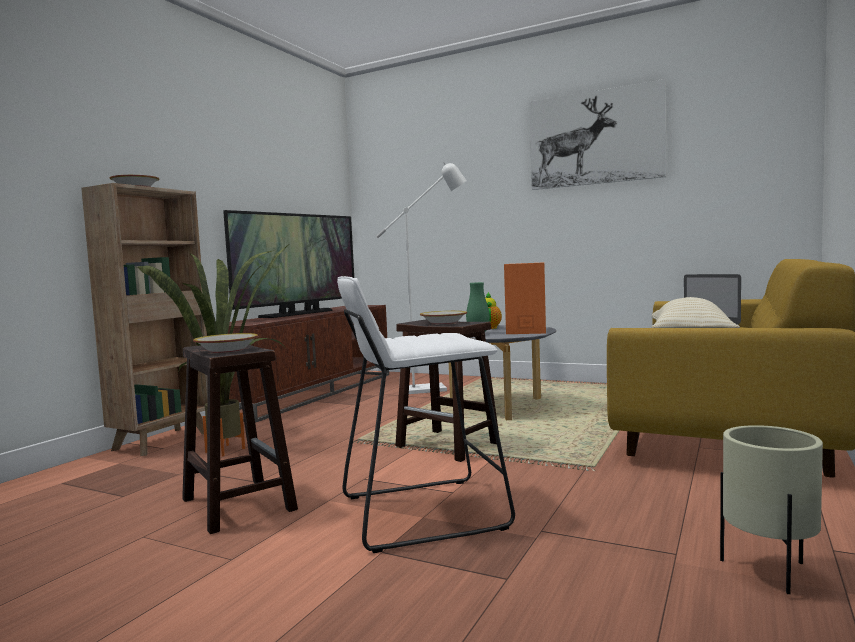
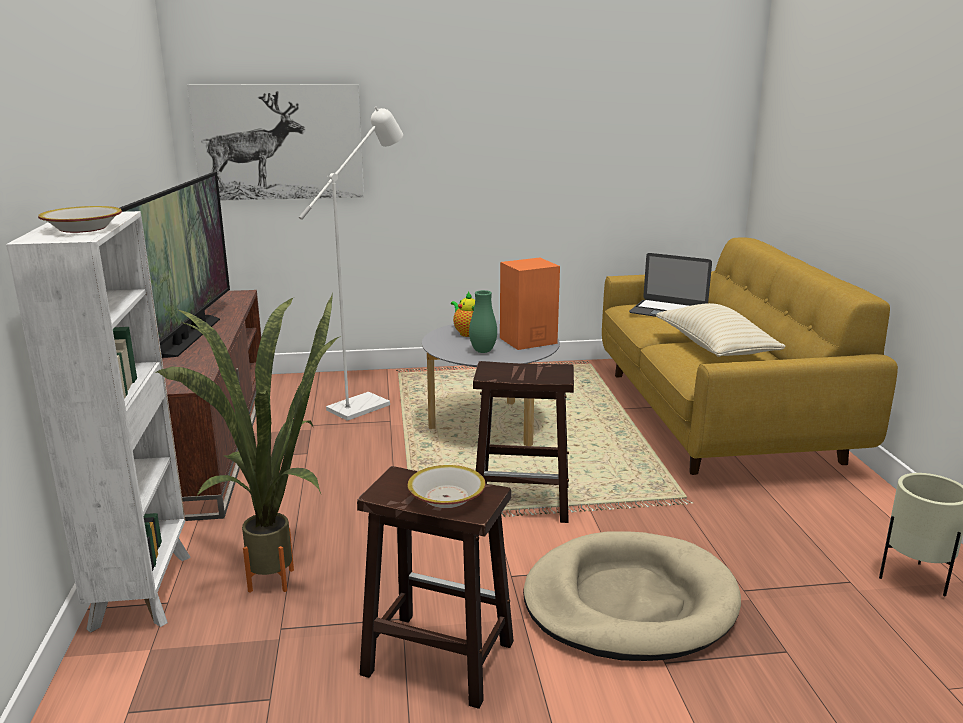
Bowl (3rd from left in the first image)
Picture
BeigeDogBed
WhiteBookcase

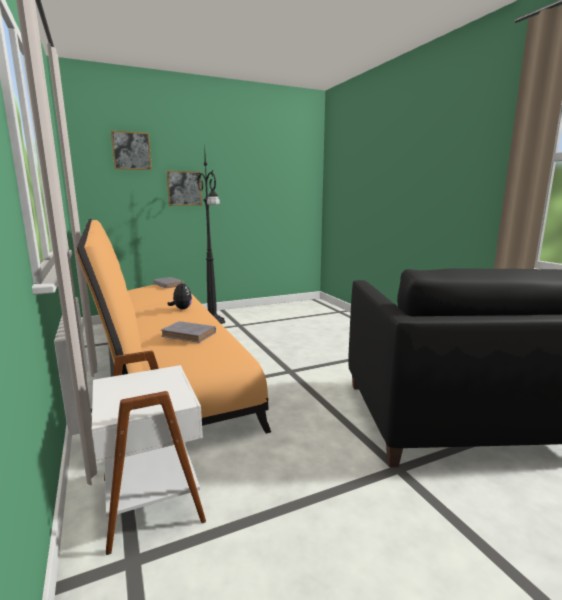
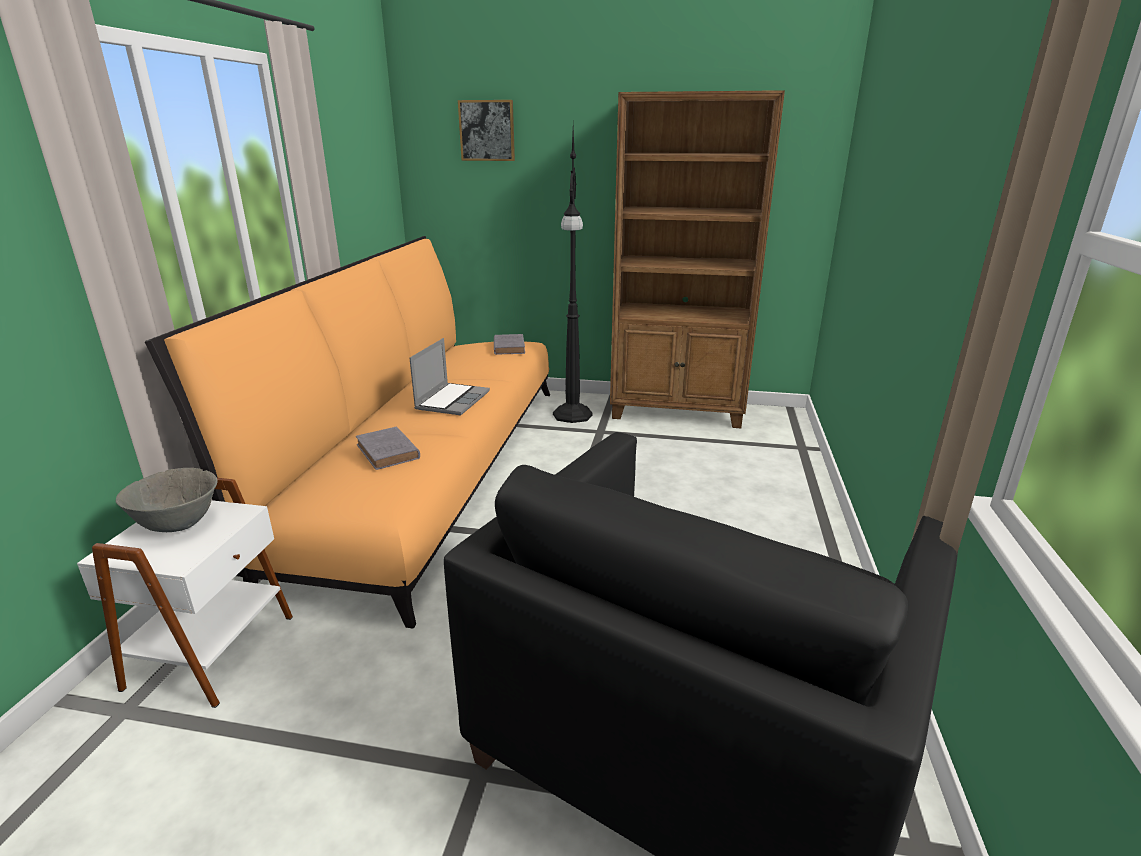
Picture (2nd from left in the first image)
GreyBowl
BrownBookcase
Laptop

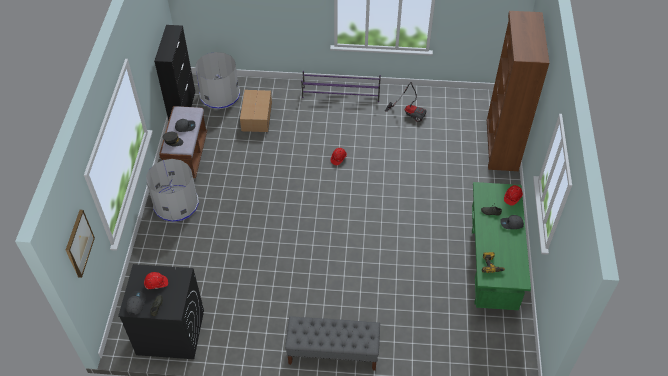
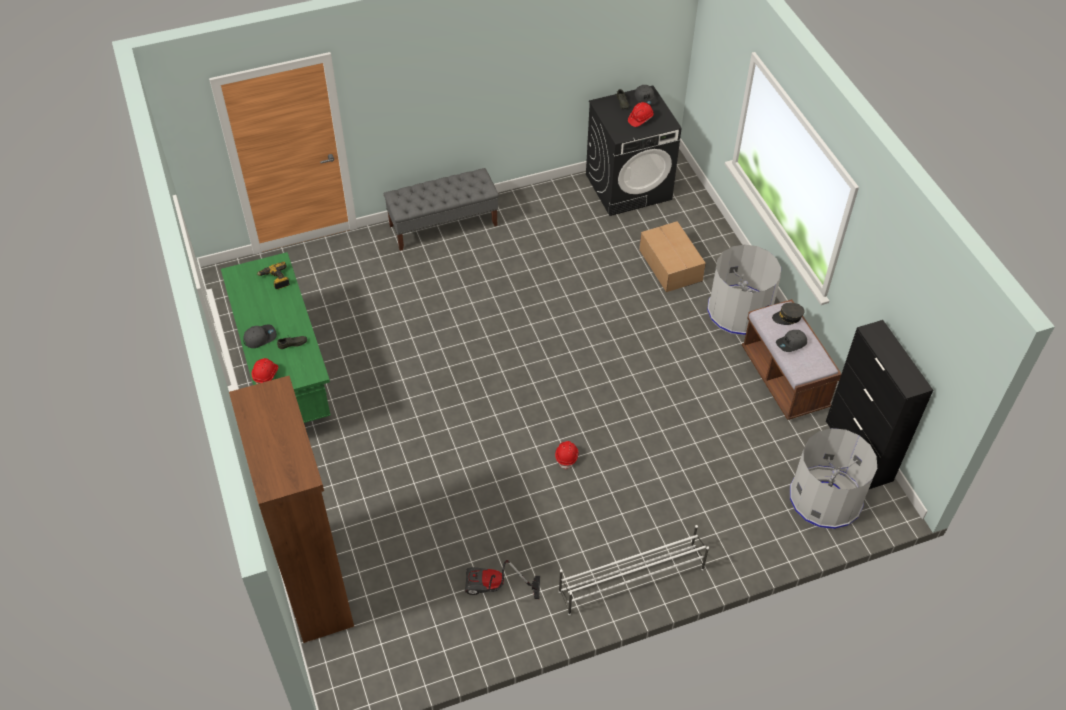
Picture
CardboardBox
WhiteShoeRack

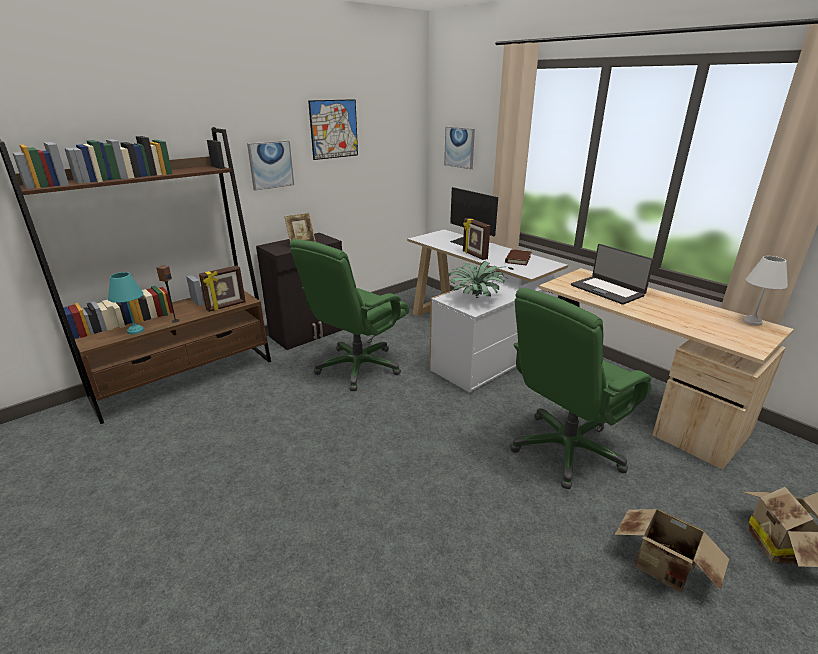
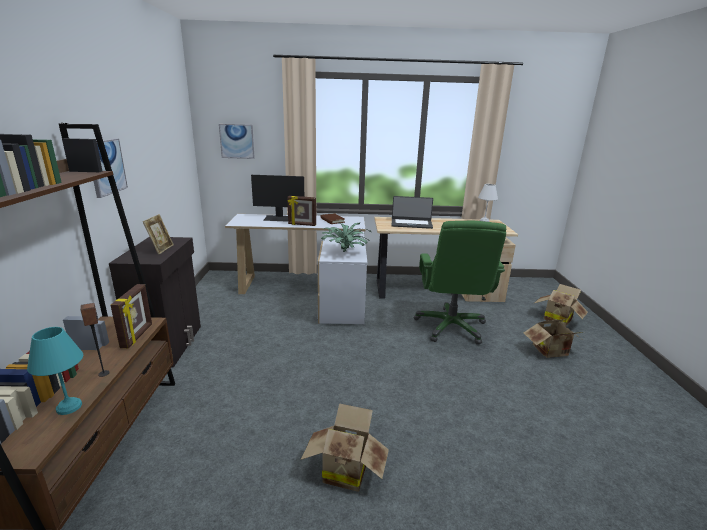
GreenOfficeChair (1st from left in the first image)
Picture (2nd from left in the first image)
CardboardBox (1st from left)

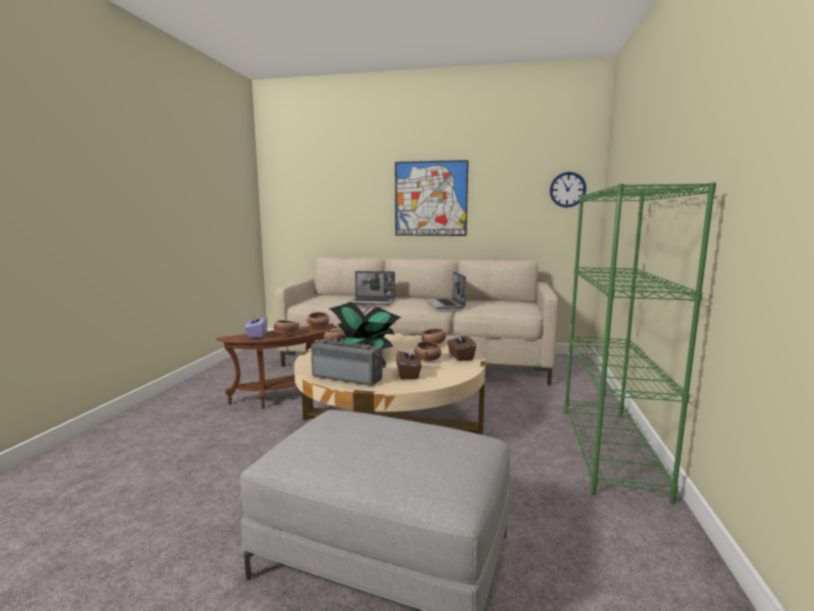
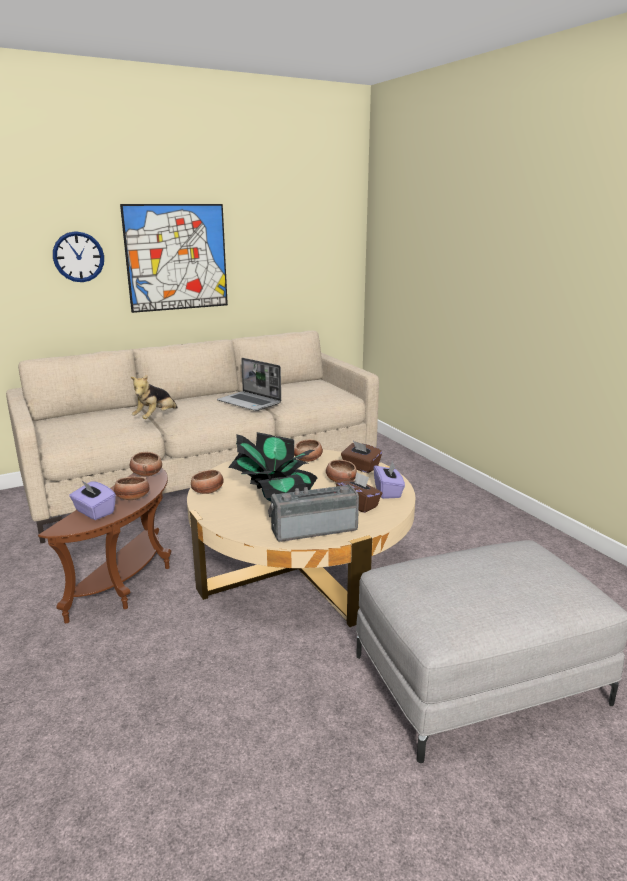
GreenBookcase
PurpleTissueBox (2nd from left)
WallClock
PlushToy

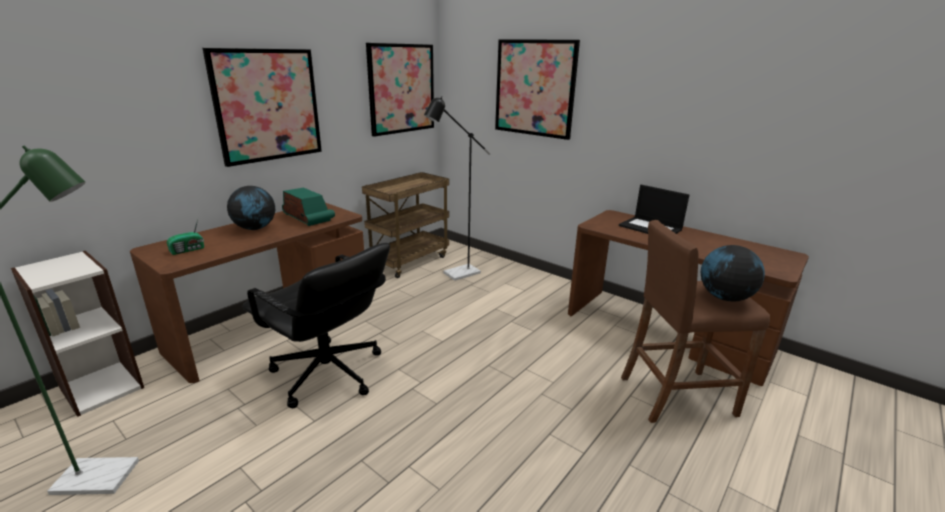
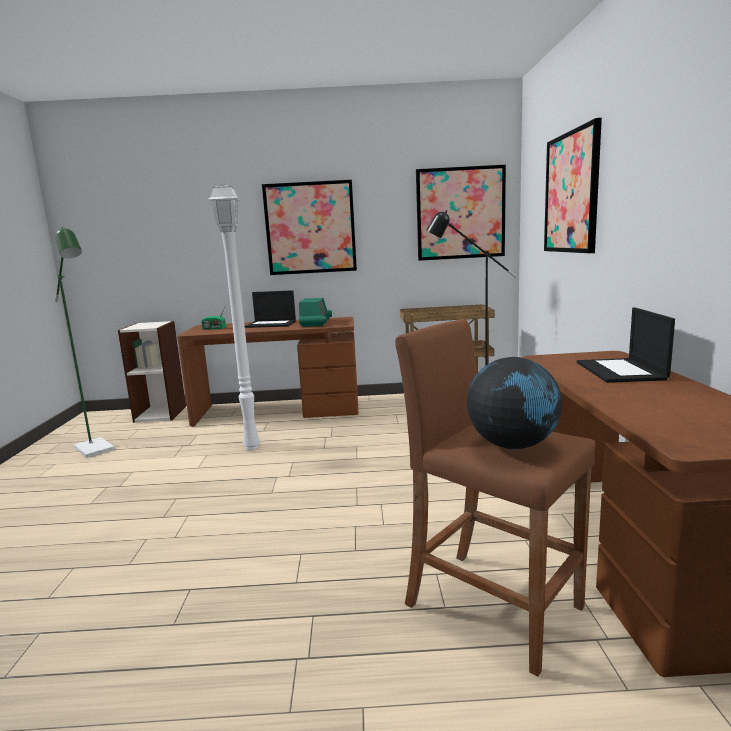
Laptop (1st from left)
WhiteFloorLamp

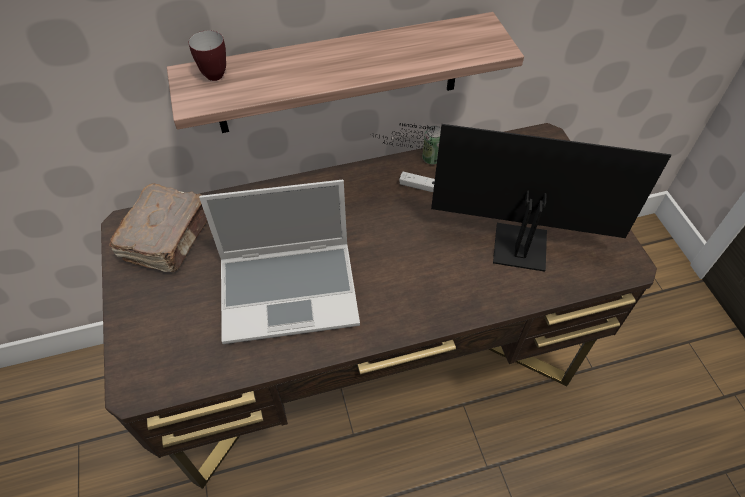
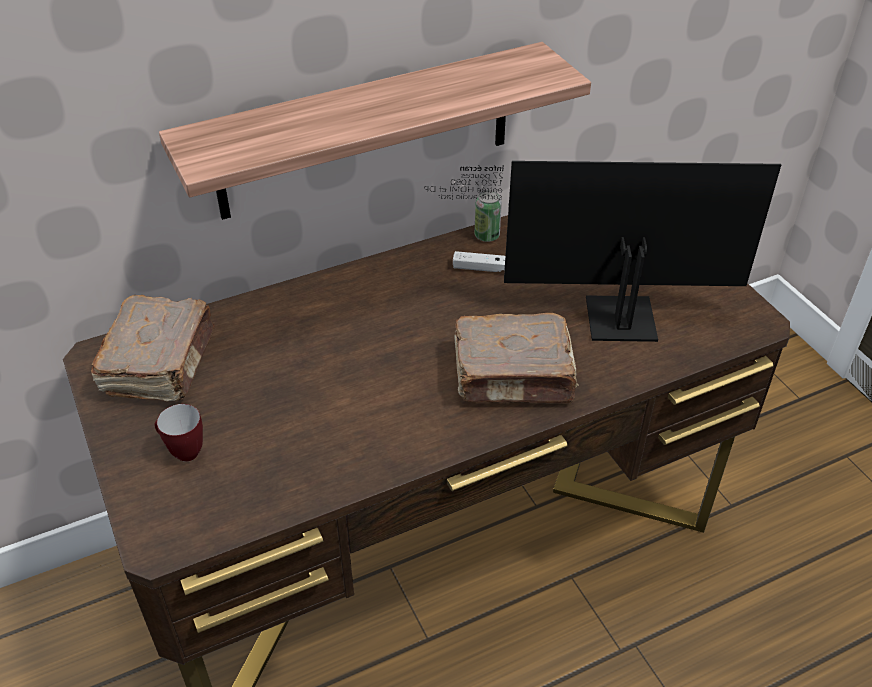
Laptop
BrownBook (2nd from left)
Mug

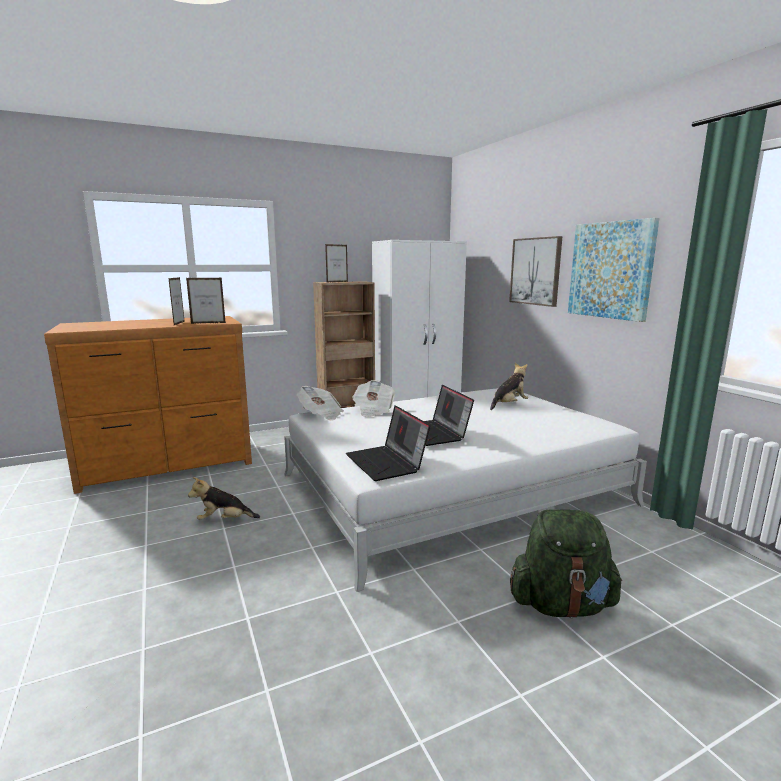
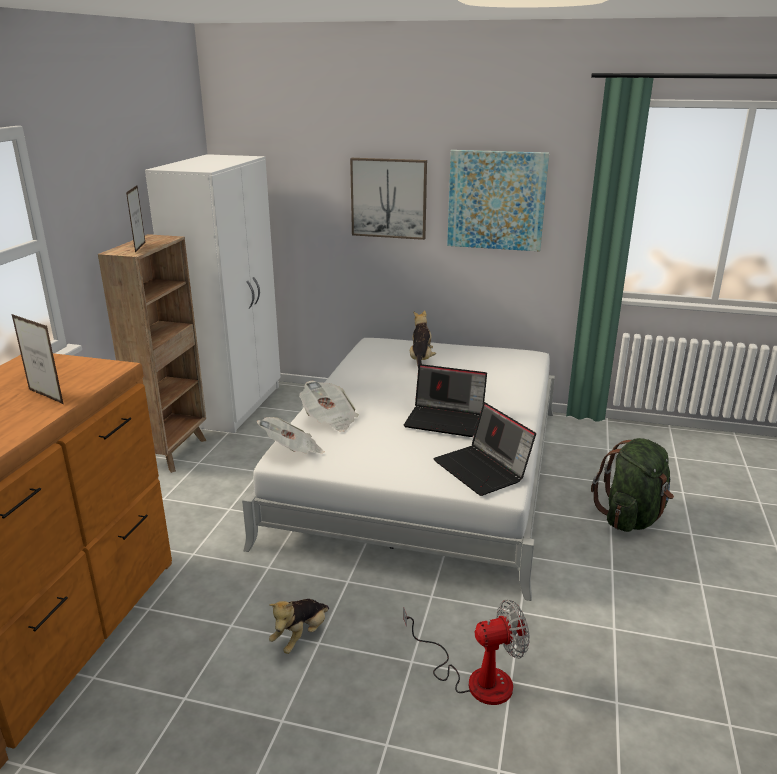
PictureFrame (2nd from left in the first image)
Fan
Laptop (2nd from left)

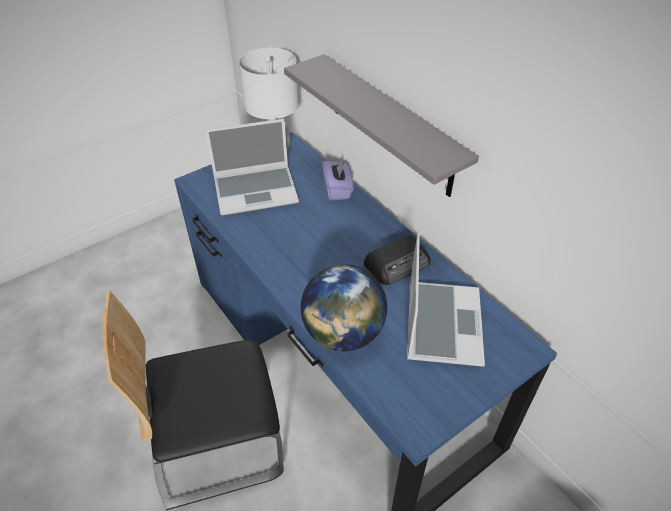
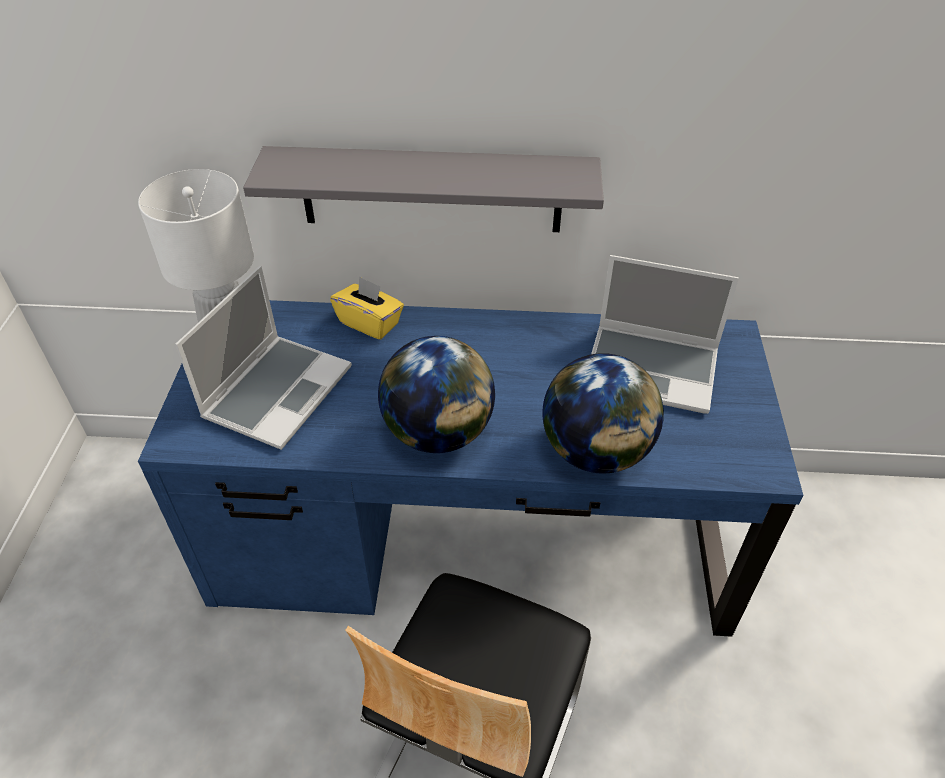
Radio
Globe (1st from left)
YellowTissueBox
Laptop (2nd from left)

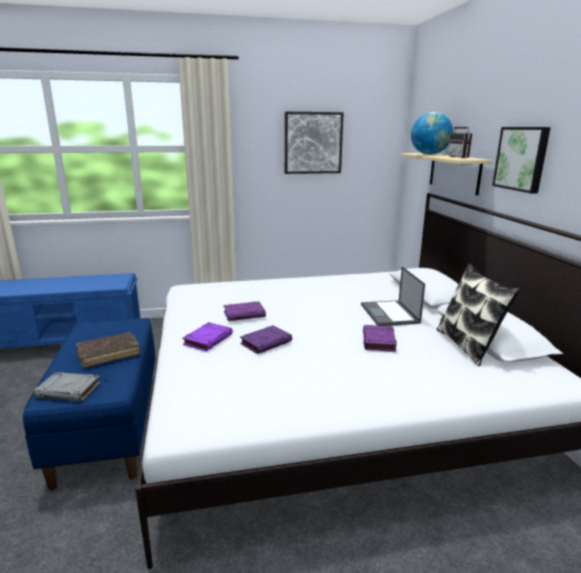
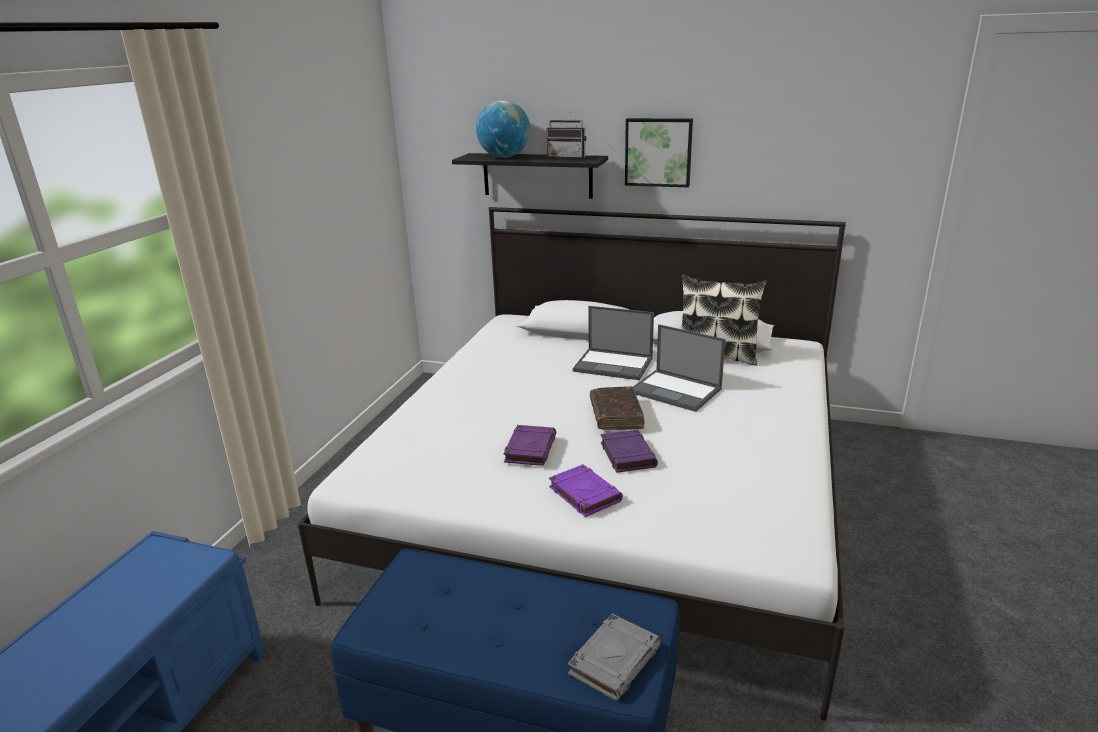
Picture (1st from left in the first image)
BrownBook
Laptop (2nd from left)
BlackShelf

